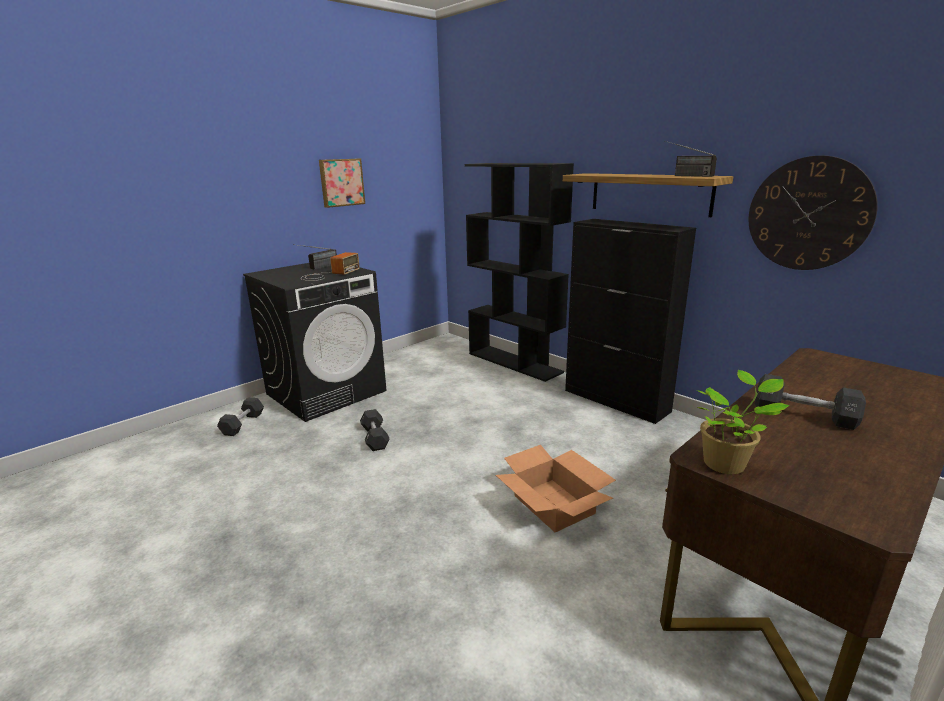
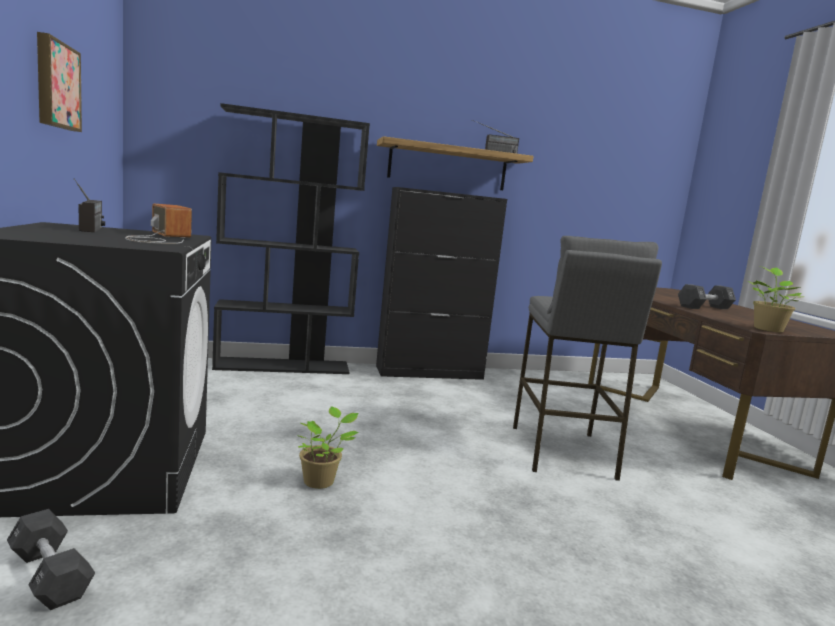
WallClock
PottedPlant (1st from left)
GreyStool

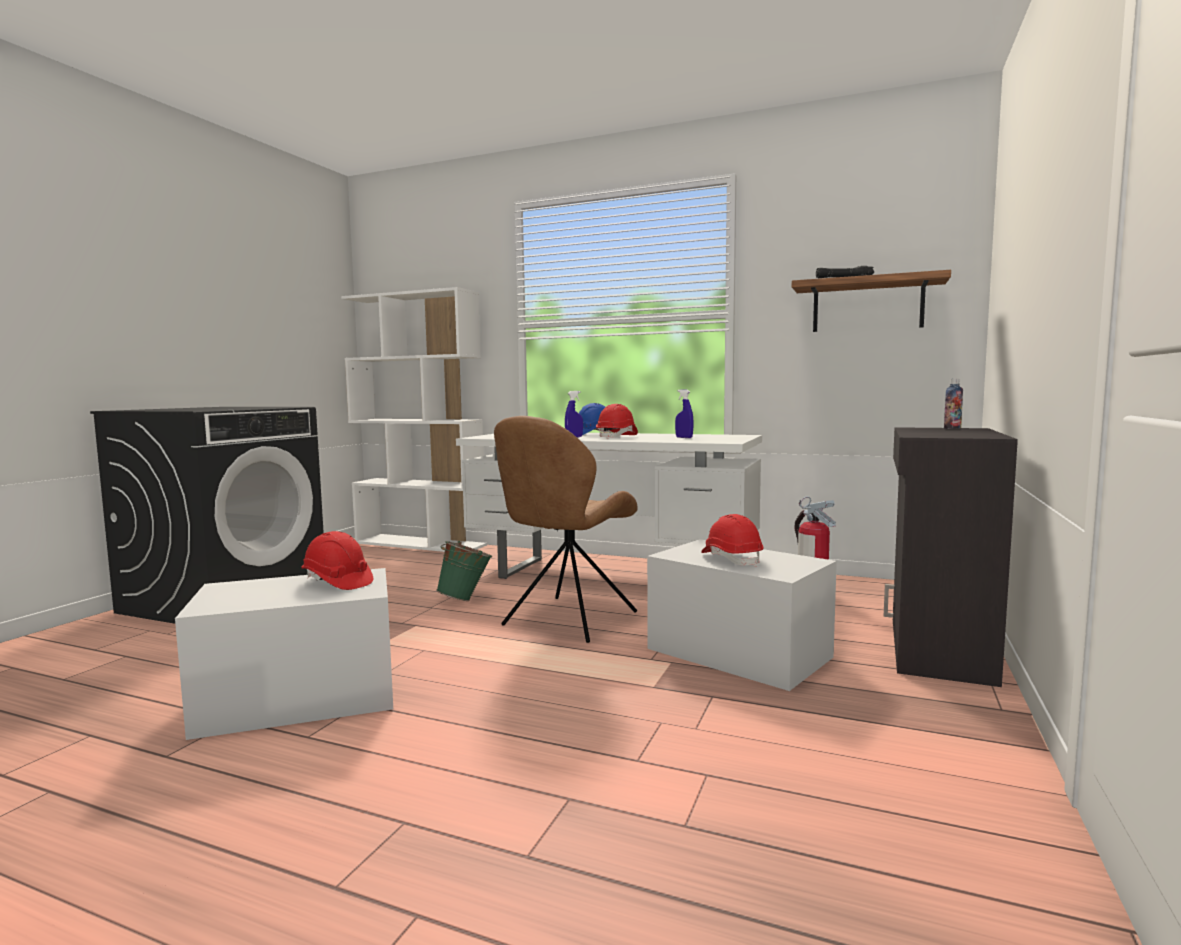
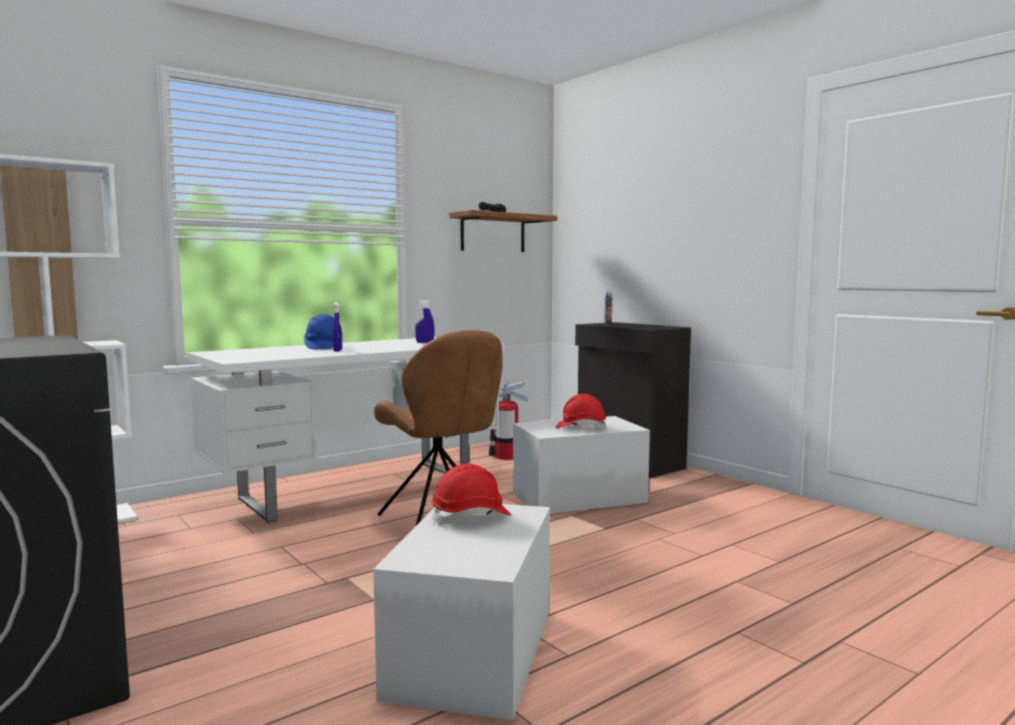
GreenBucket
RedHardHat (2nd from left in the first image)

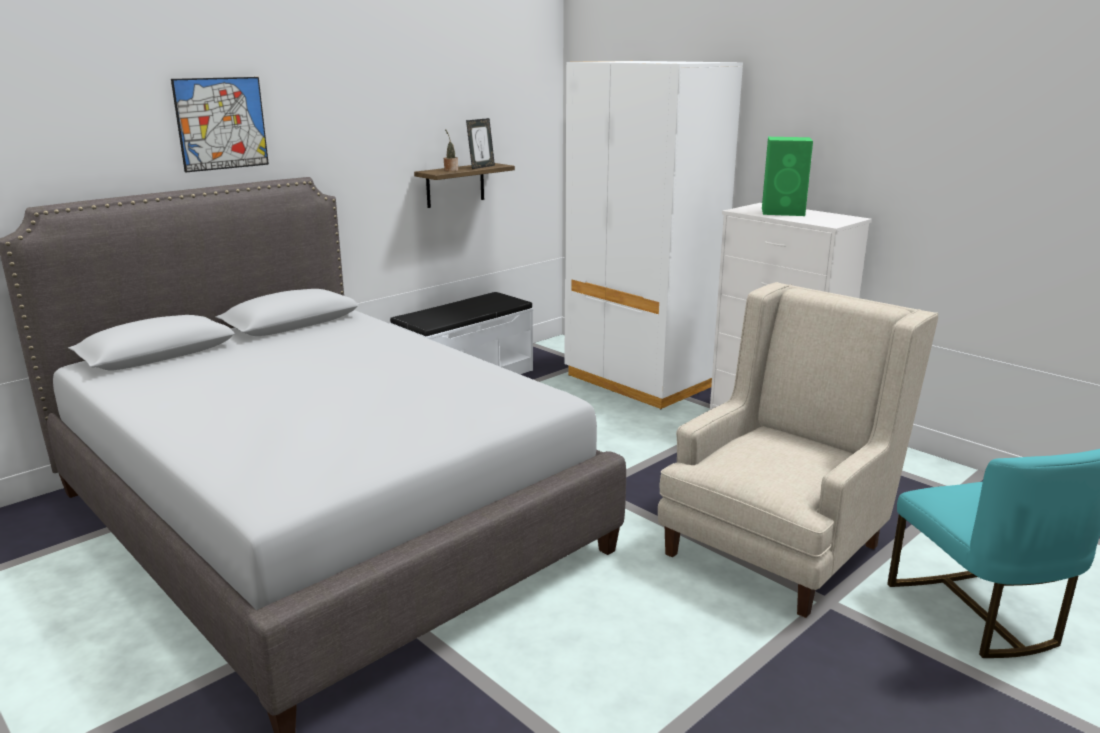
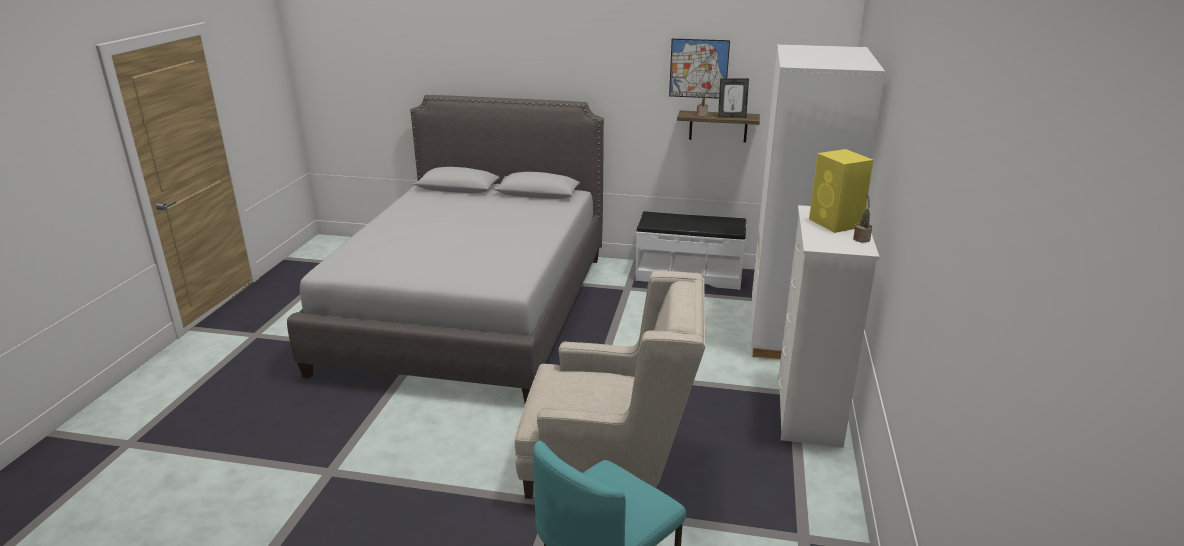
PottedPlant (2nd from left)
Picture
YellowSpeaker

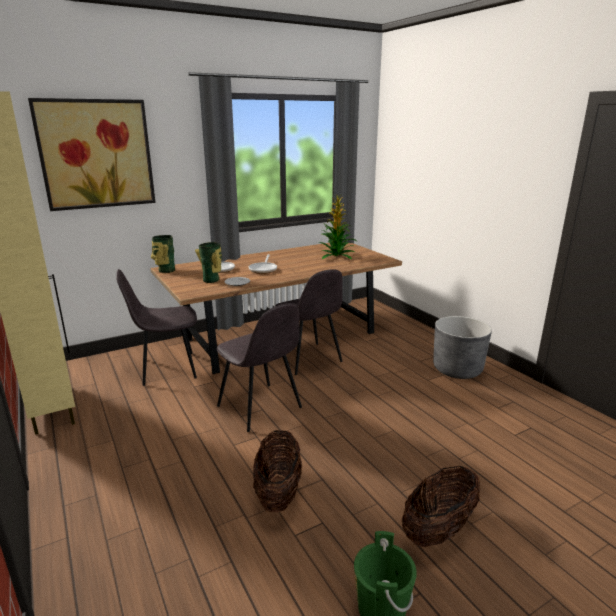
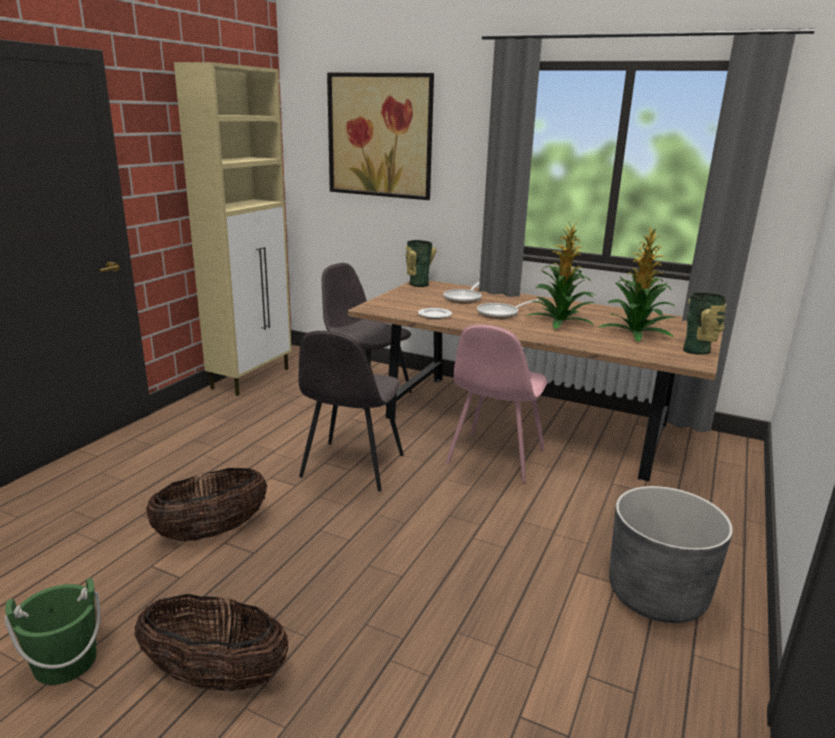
PottedPlant (1st from left)
Vase (2nd from left)
PinkChair

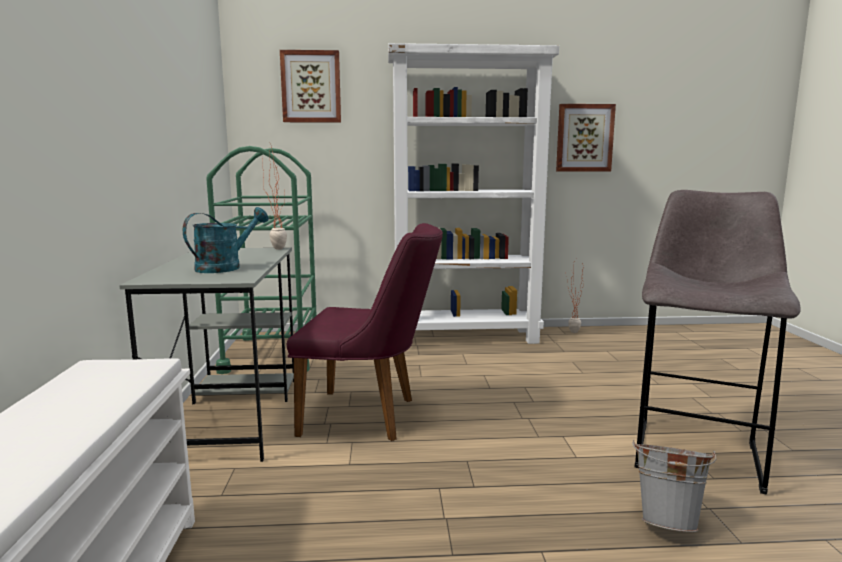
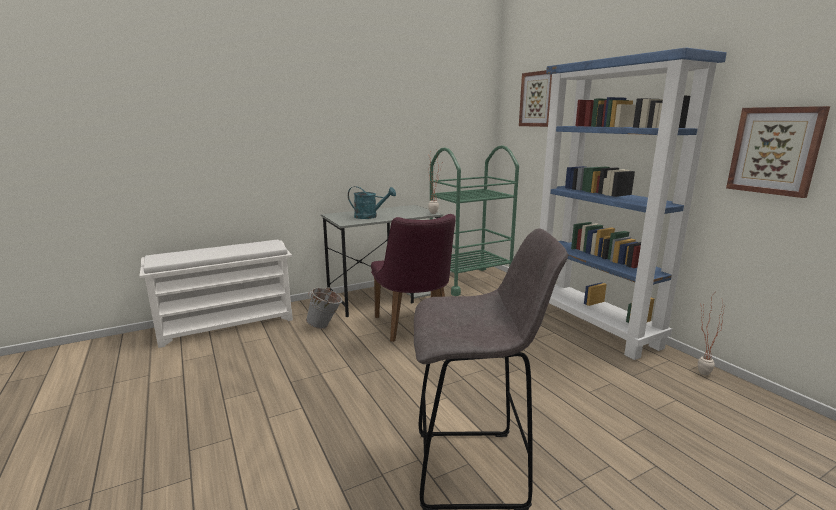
GreyBucket
BlueBookcase

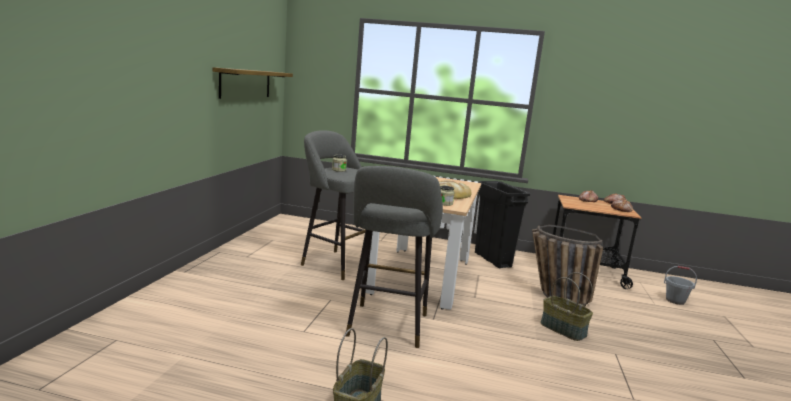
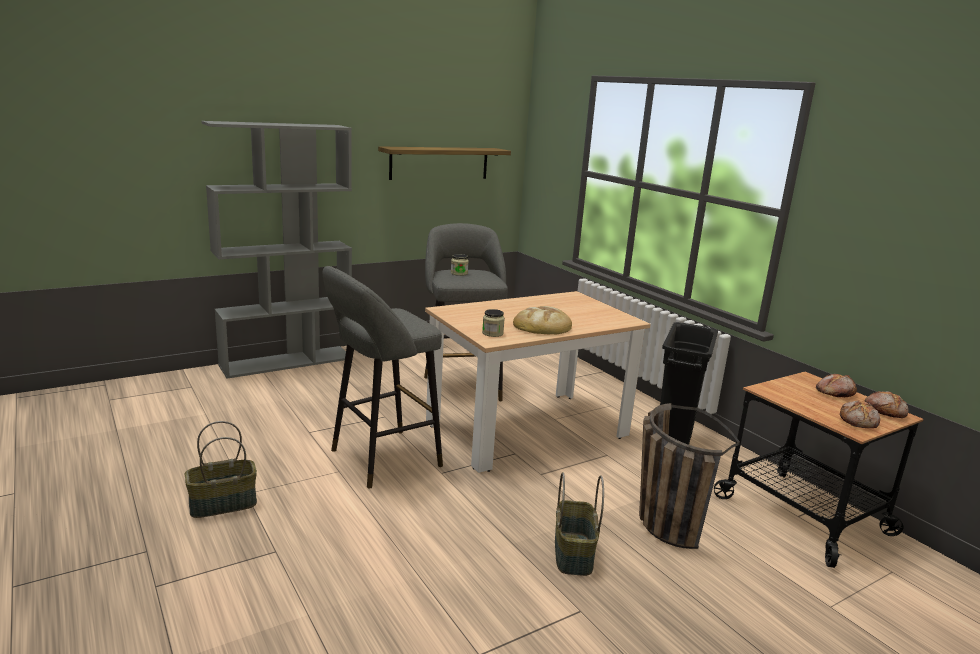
GreyBucket
GreyBookcase

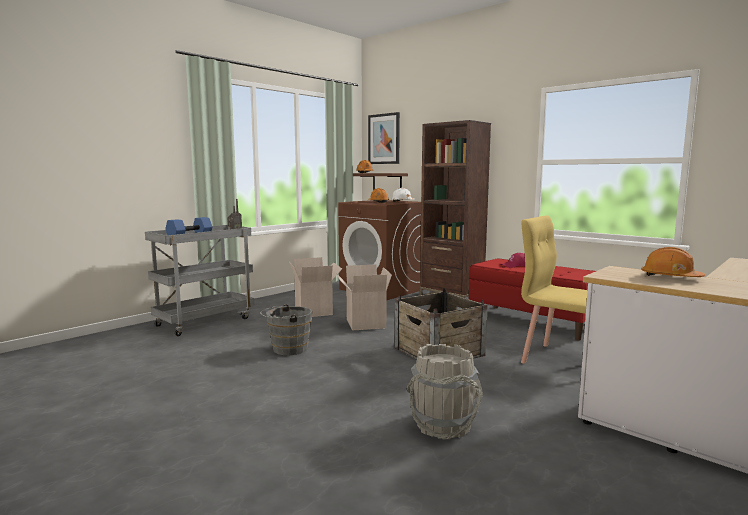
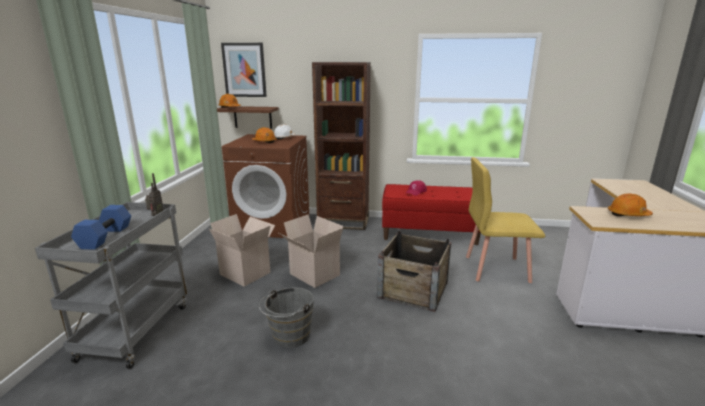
GreyBucket (2nd from left in the first image)

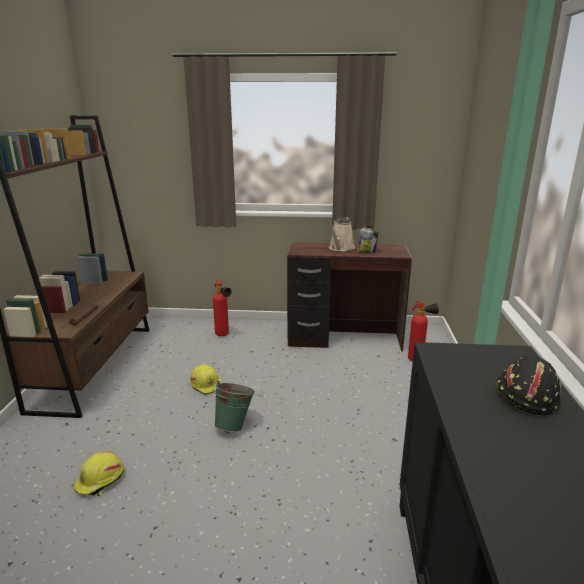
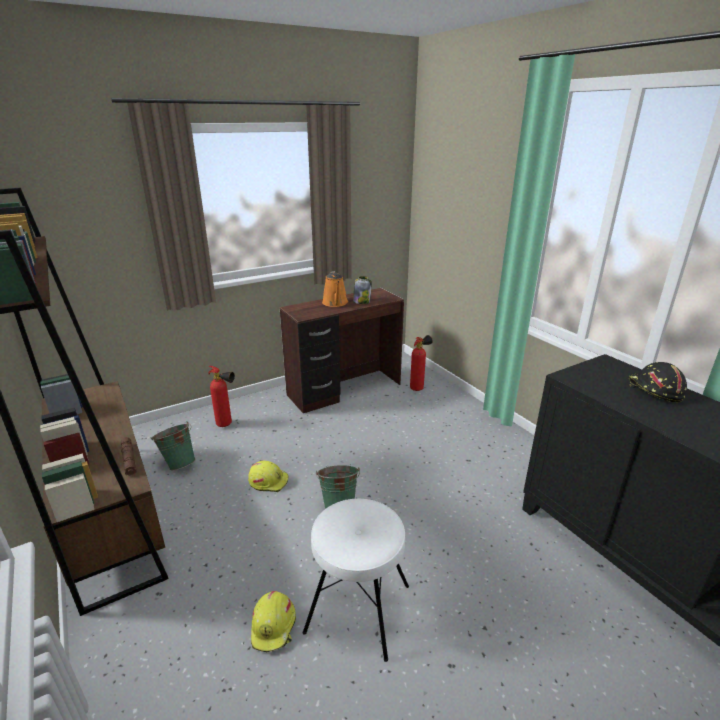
GreenBucket (1st from left)
WhiteStool
OrangeWateringCan

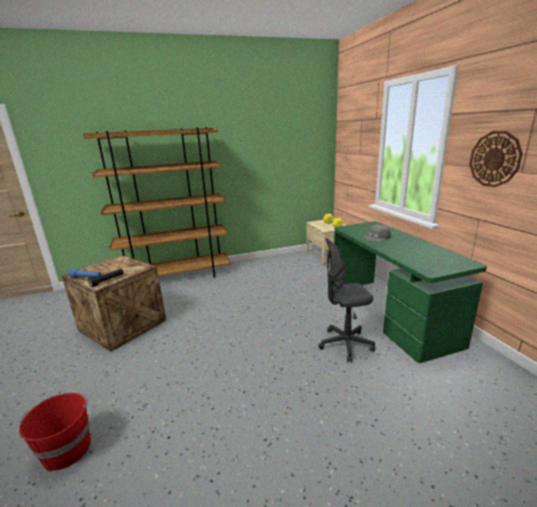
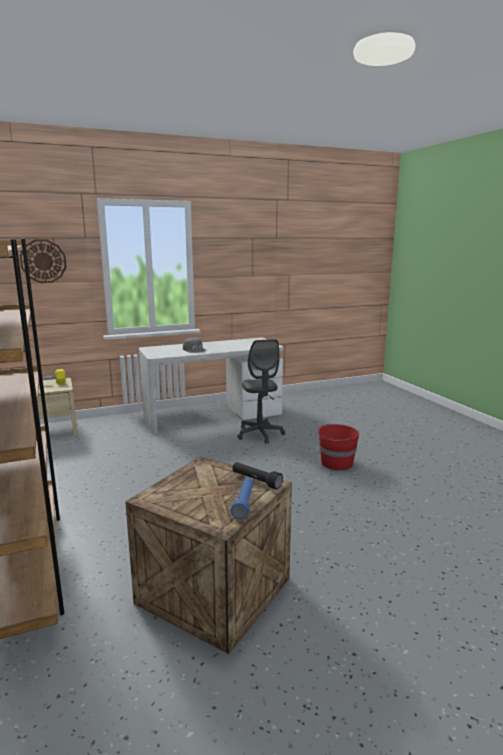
RedBucket
WallClock
WhiteDesk

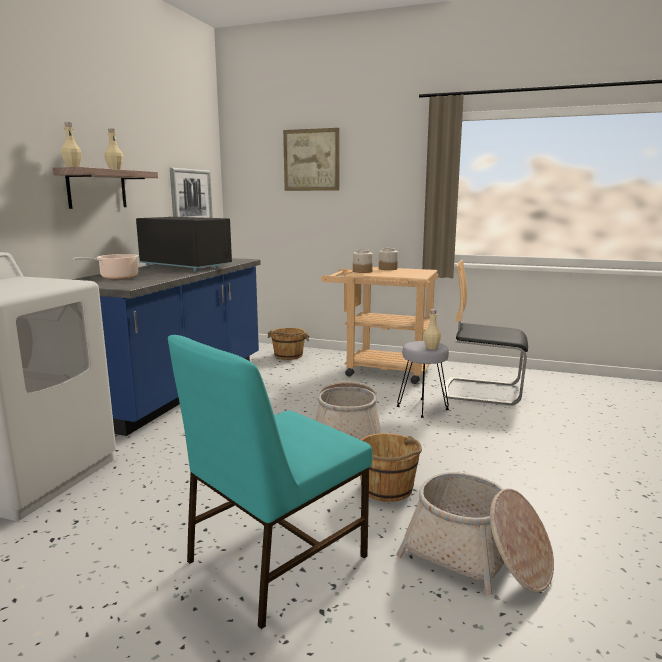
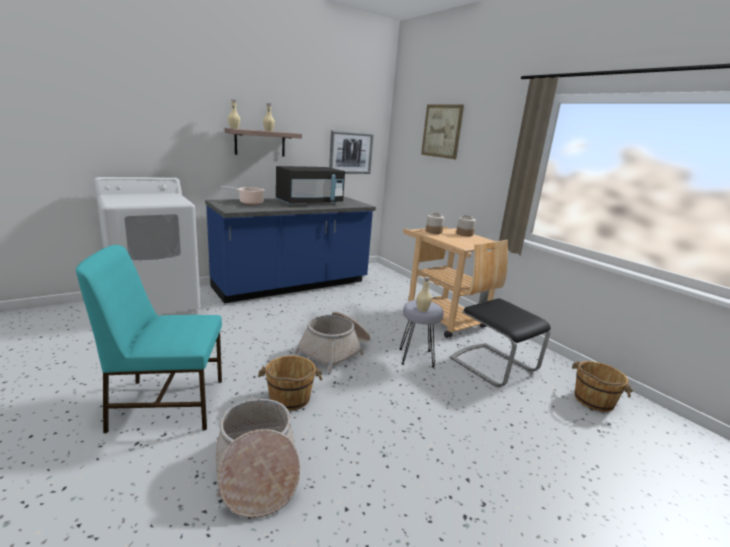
BrownBucket (2nd from left)
BlackMicrowave

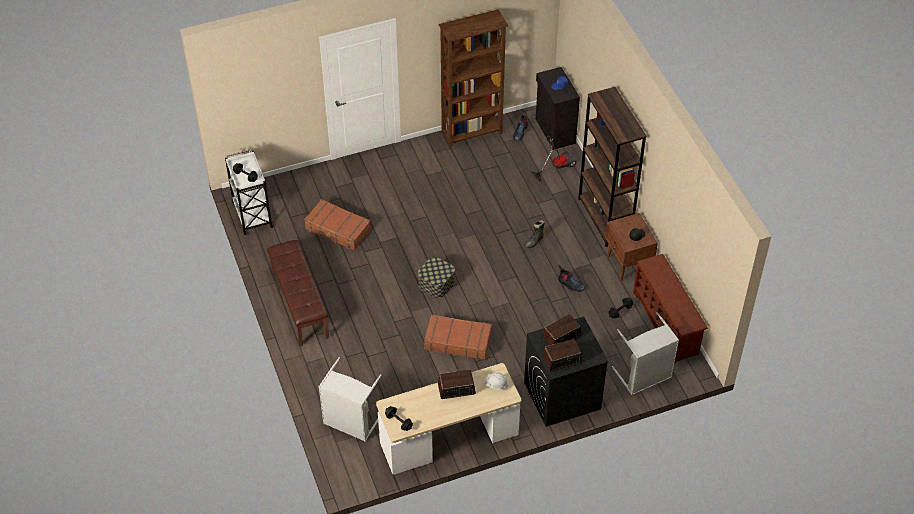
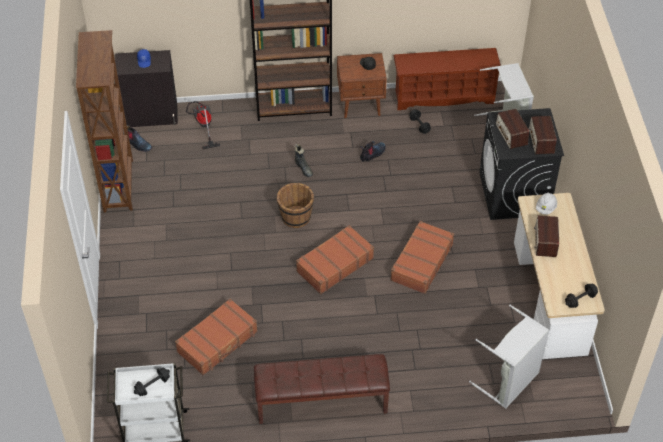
BrownBucket
BrownSuitcase (2nd from left)

